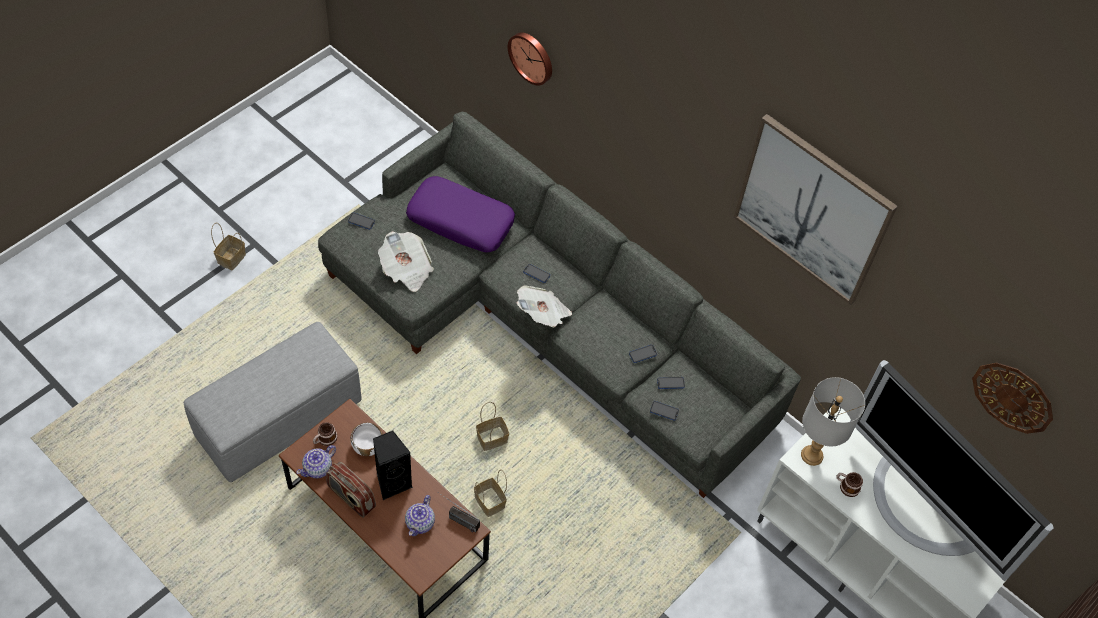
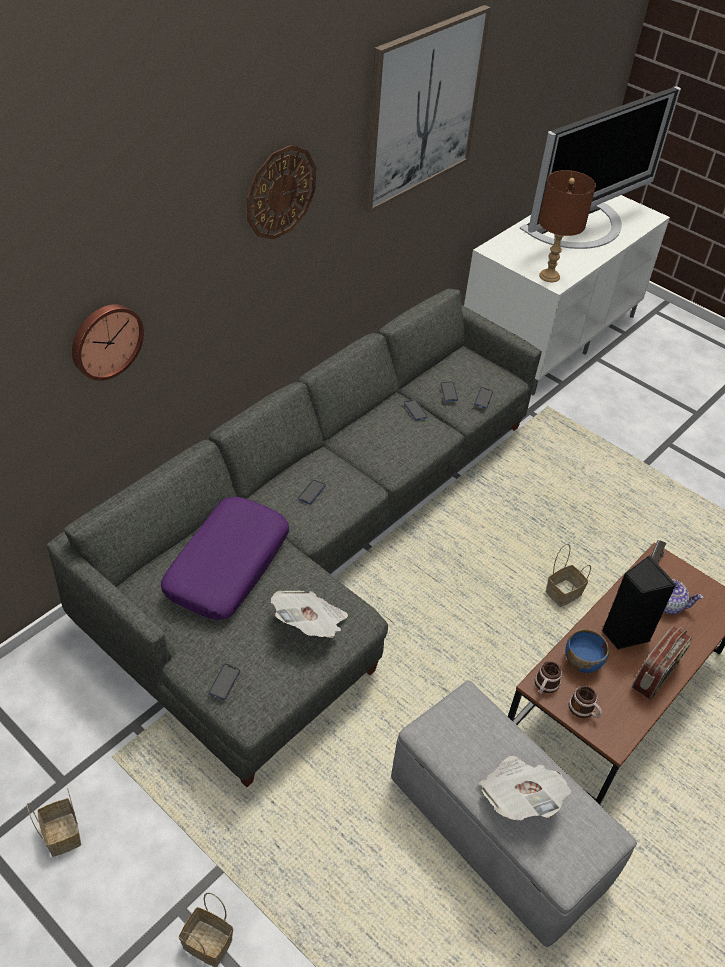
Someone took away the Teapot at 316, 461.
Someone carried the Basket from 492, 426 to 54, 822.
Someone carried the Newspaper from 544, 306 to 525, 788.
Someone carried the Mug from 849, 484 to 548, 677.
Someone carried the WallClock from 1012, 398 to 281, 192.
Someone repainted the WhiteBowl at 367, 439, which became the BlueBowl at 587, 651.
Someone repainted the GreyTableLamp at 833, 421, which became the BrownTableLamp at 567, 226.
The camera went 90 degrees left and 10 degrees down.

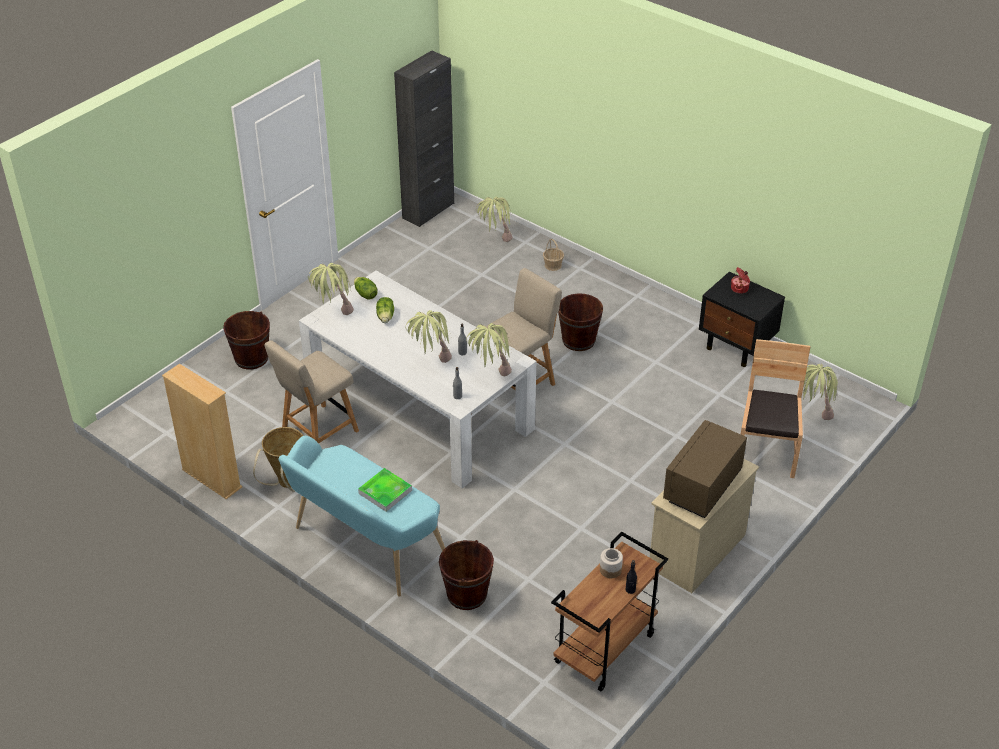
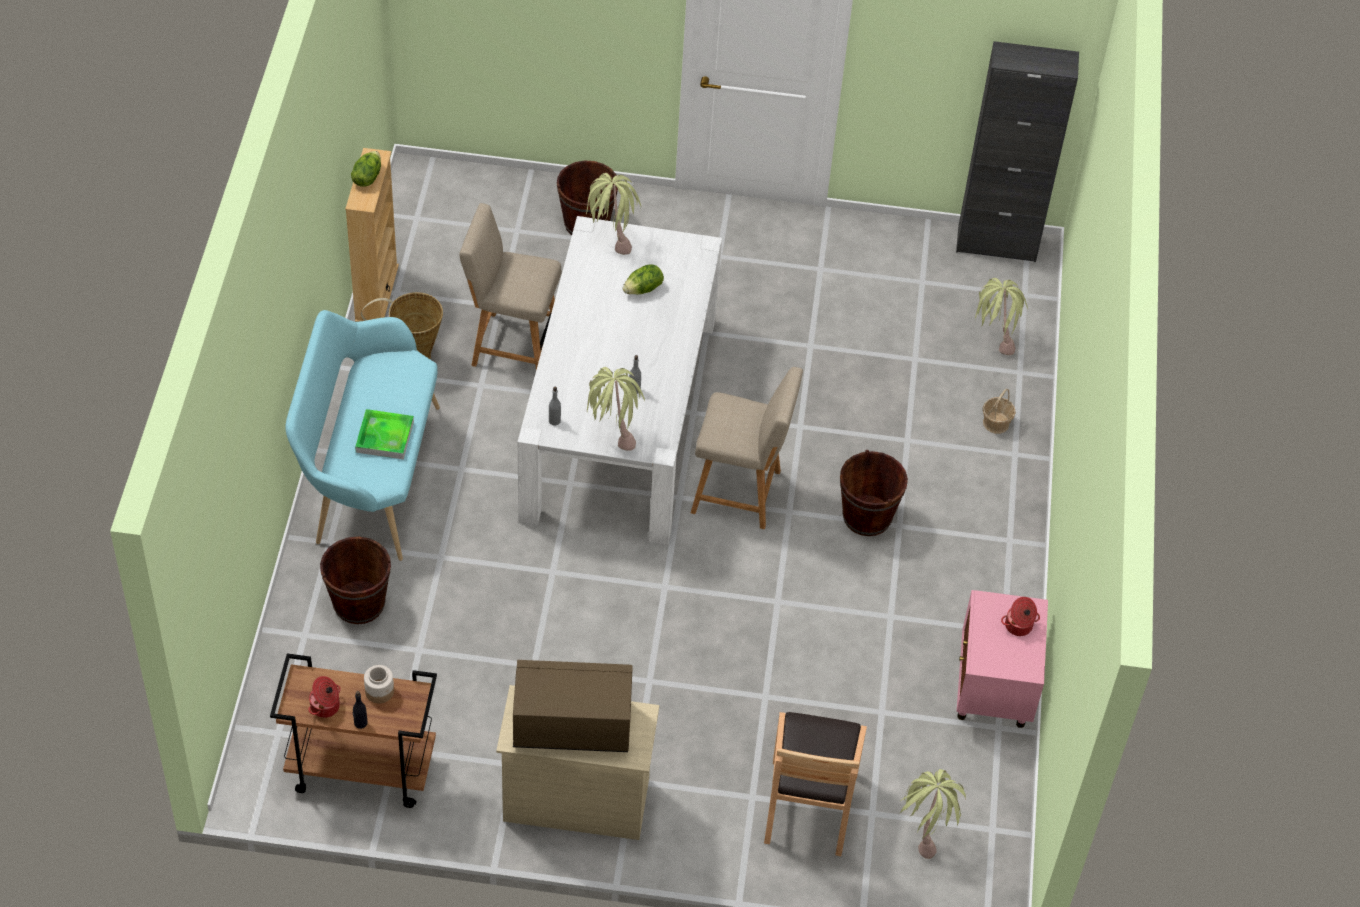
Someone took away the PottedPlant at 428, 336.
Someone put down the CookingPot at 324, 697.
Someone carried the Lettuce from 365, 288 to 366, 169.
Someone repainted the BlackNightstand at 742, 319, which became the PinkNightstand at 1002, 659.
Someone rotated the BrownChair at 775, 408 by 120 degrees clockwise.
The camera went 55 degrees right and 10 degrees up.

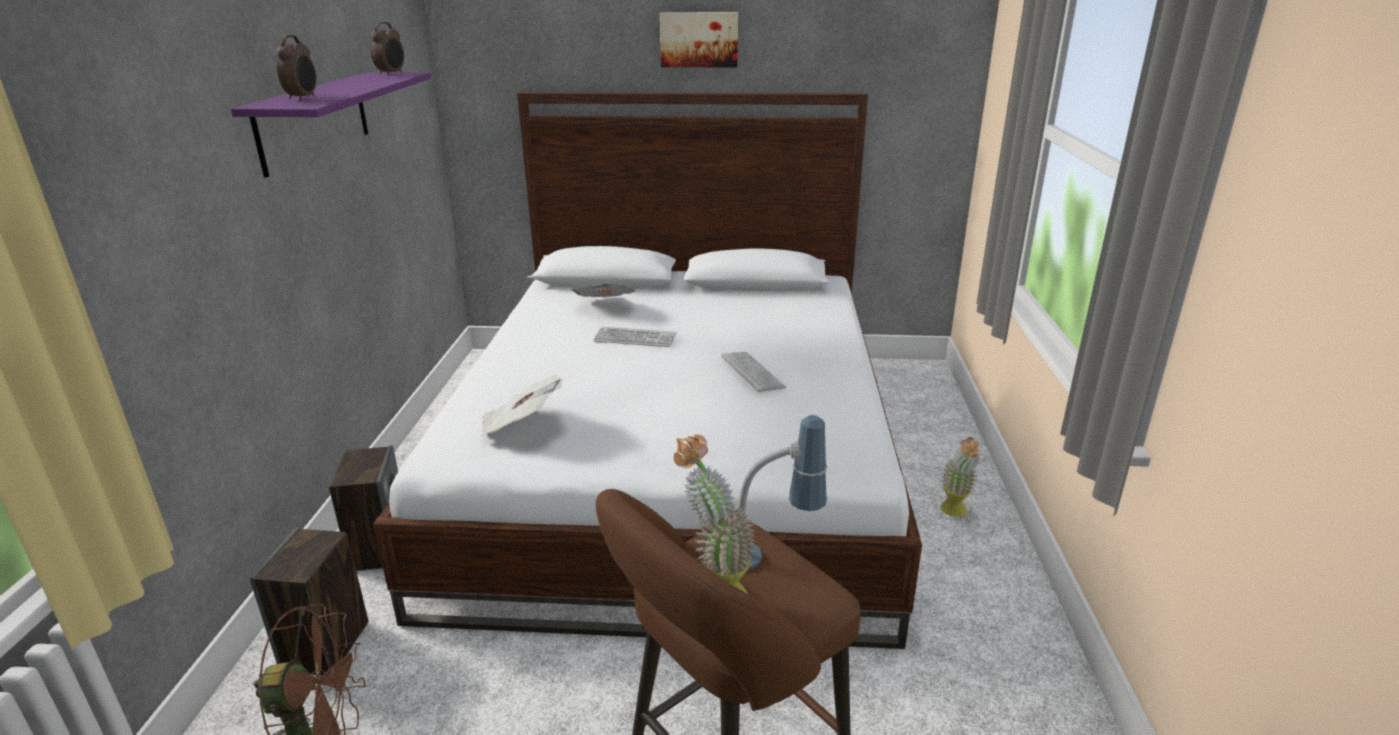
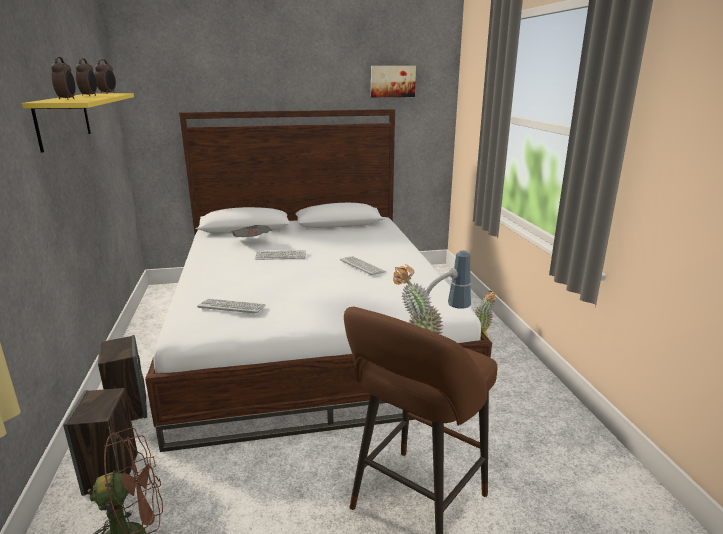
Someone put down the AlarmClock at 86, 77.
Someone carried the Picture from 699, 39 to 393, 81.
Someone swapped the Newspaper at 522, 405 for the Keyboard at 231, 306.
Someone repainted the PurpleShelf at 331, 124, which became the YellowShelf at 78, 123.
The camera went 15 degrees left and 5 degrees down.

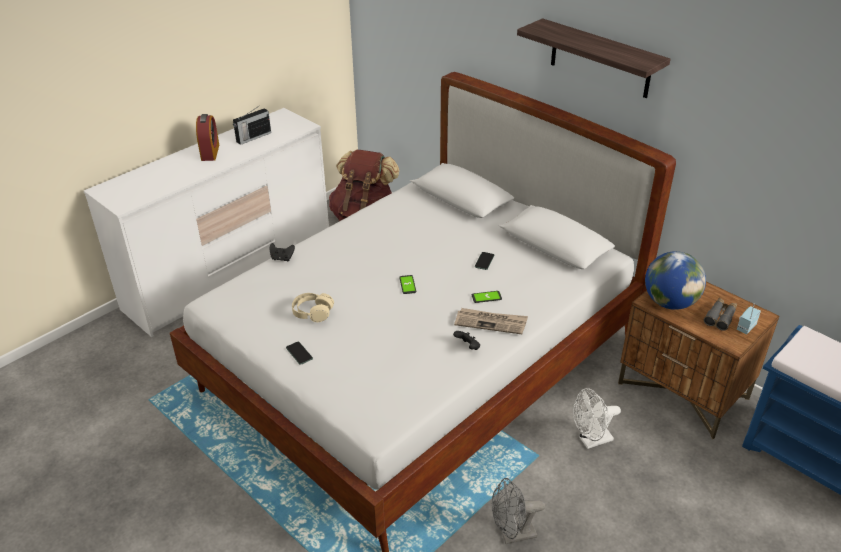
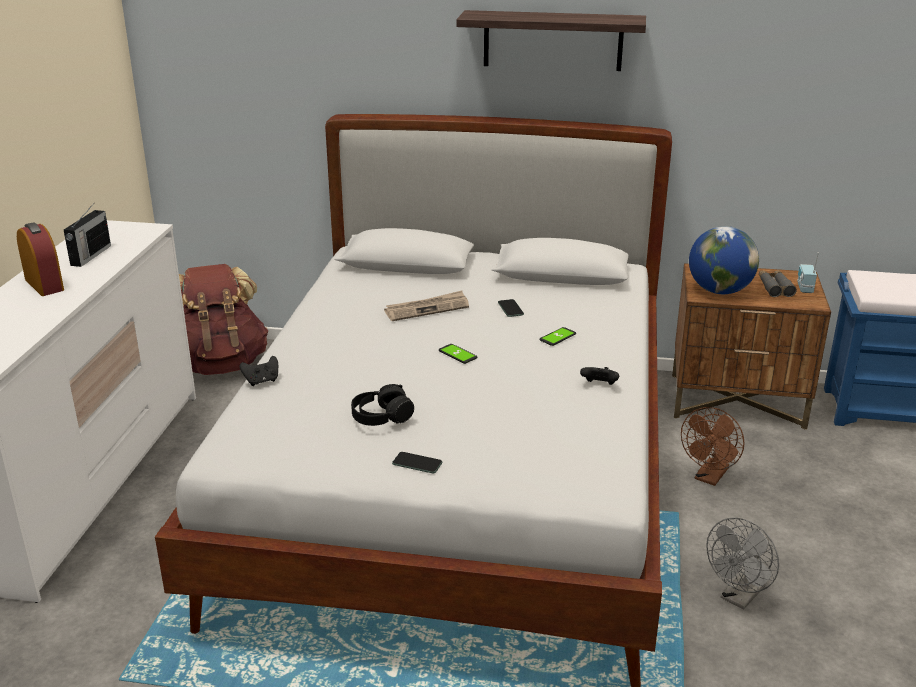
Someone carried the Newspaper from 491, 321 to 426, 305.
Someone repainted the BeigeHeadphones at 313, 307, which became the BlackHeadphones at 382, 405.
Someone repainted the WhiteFan at 597, 418, which became the BrownFan at 713, 446.
The camera went 35 degrees left and 10 degrees down.

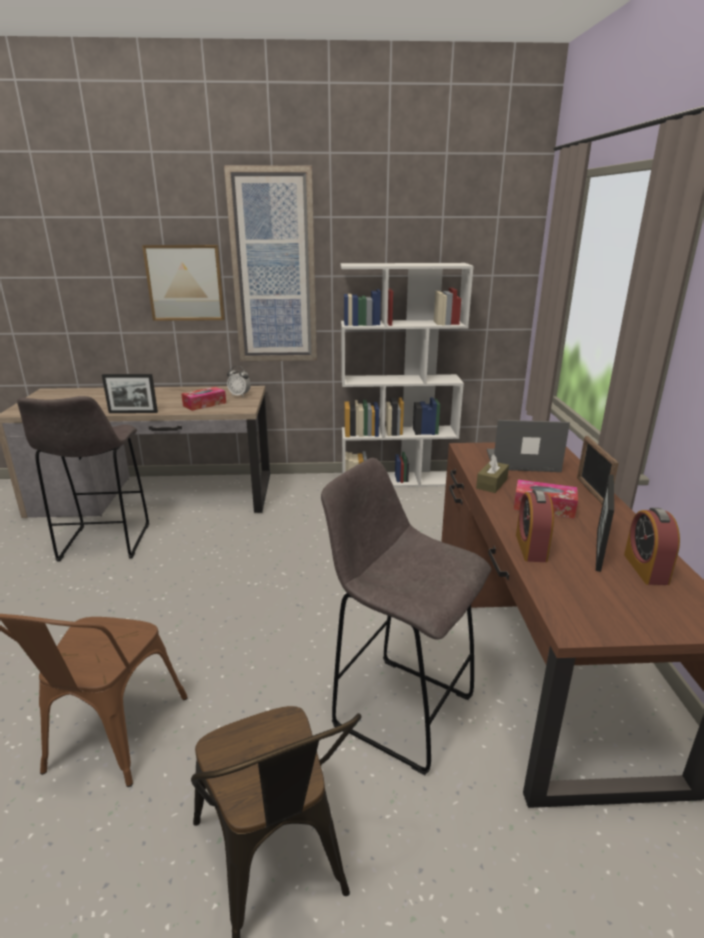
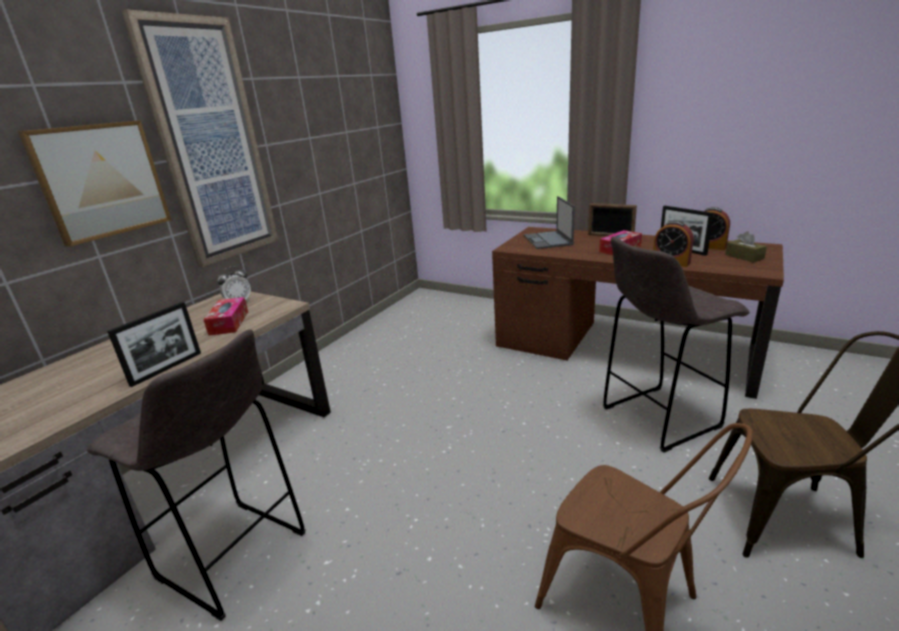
Someone took away the WhiteBookcase at 407, 375.
Someone carried the BrownTissueBox from 492, 473 to 746, 246.
Someone rotated the Laptop at 528, 446 by 45 degrees counterclockwise.
The camera went 55 degrees left and 0 degrees up.

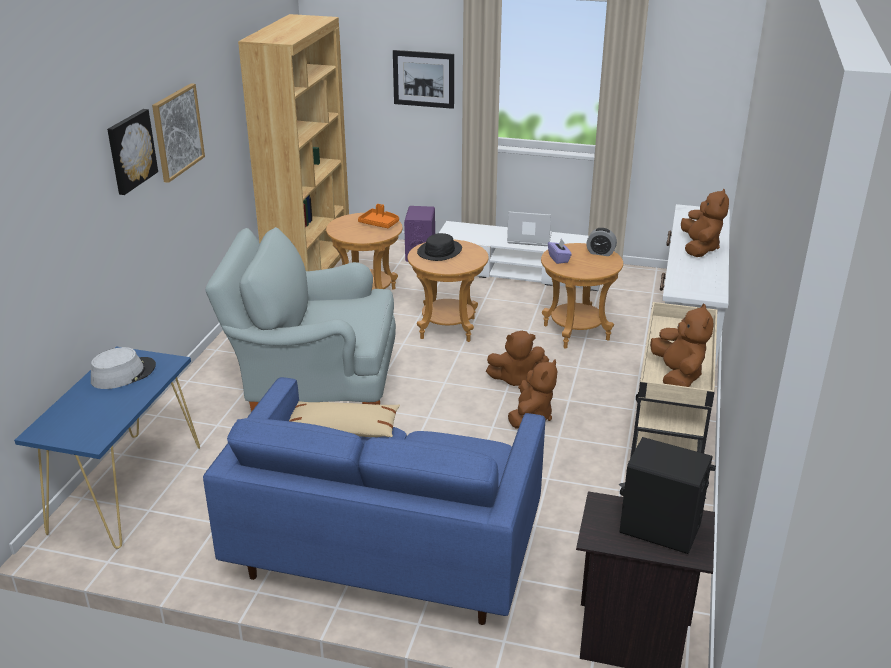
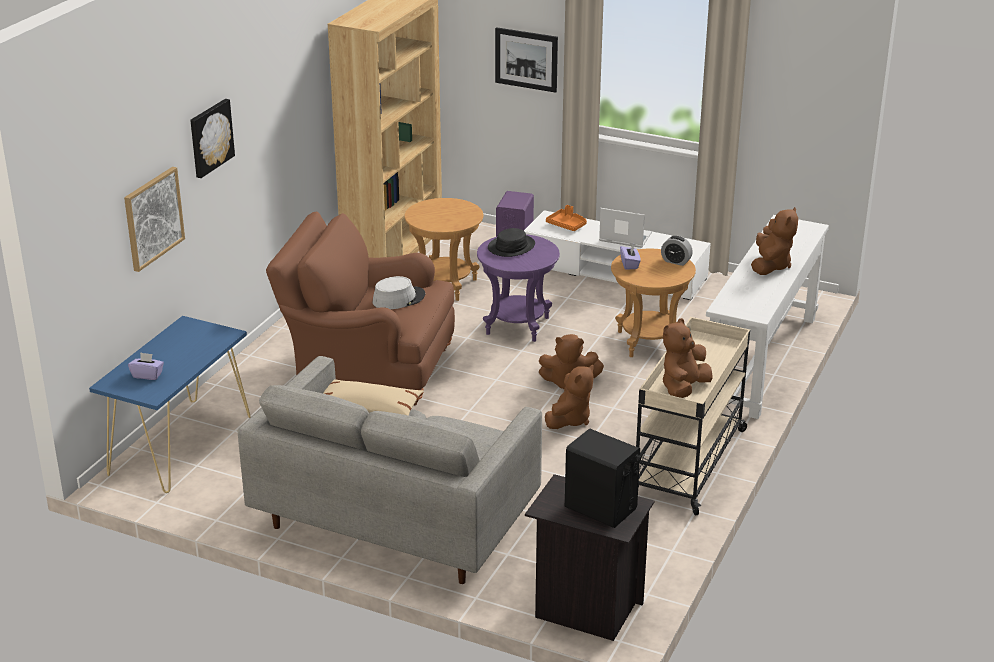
Someone put down the PurpleTissueBox at 146, 366.
Someone carried the GreyHat from 123, 368 to 399, 292.
Someone carried the Picture from 178, 133 to 154, 219.
Someone carried the OrangeTray from 378, 216 to 566, 218.
Someone repainted the BlueSofa at 374, 501, which became the GreySofa at 390, 470.
Someone repainted the GreyArmchair at 300, 319, which became the BrownArmchair at 360, 309.
Someone repainted the BrownSideTable at 448, 290, which became the PurpleSideTable at 518, 288.
Someone rotated the BrownPlushToy at 682, 345 by 150 degrees counterclockwise.
The camera went 10 degrees right and 0 degrees up.

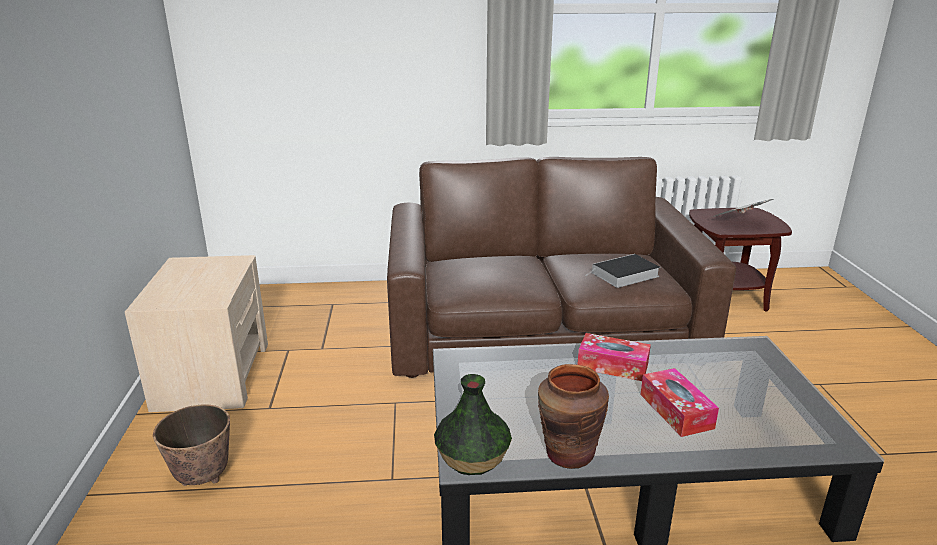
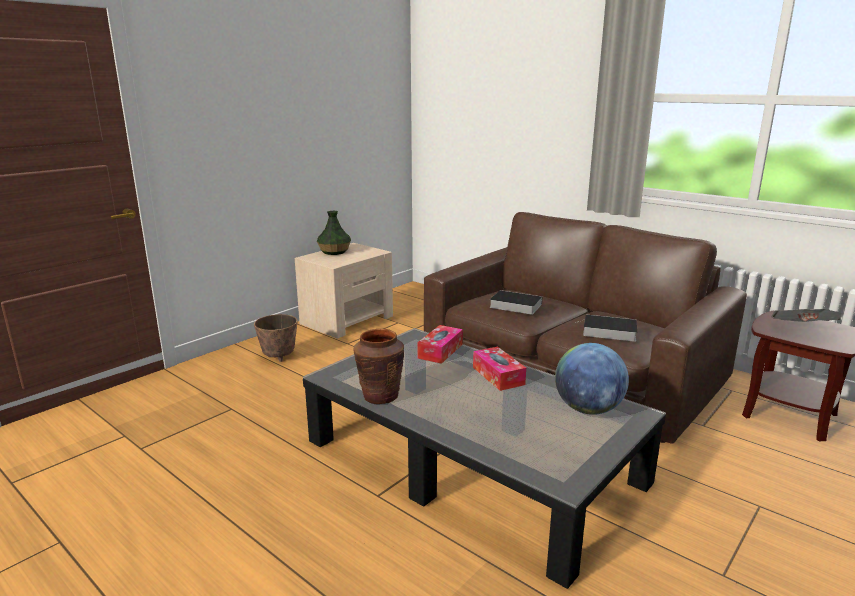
Someone put down the Book at 515, 302.
Someone put down the Globe at 592, 379.
Someone carried the Vase from 473, 424 to 334, 233.
Someone carried the TissueBox from 679, 402 to 440, 344.
The camera went 45 degrees right and 5 degrees down.

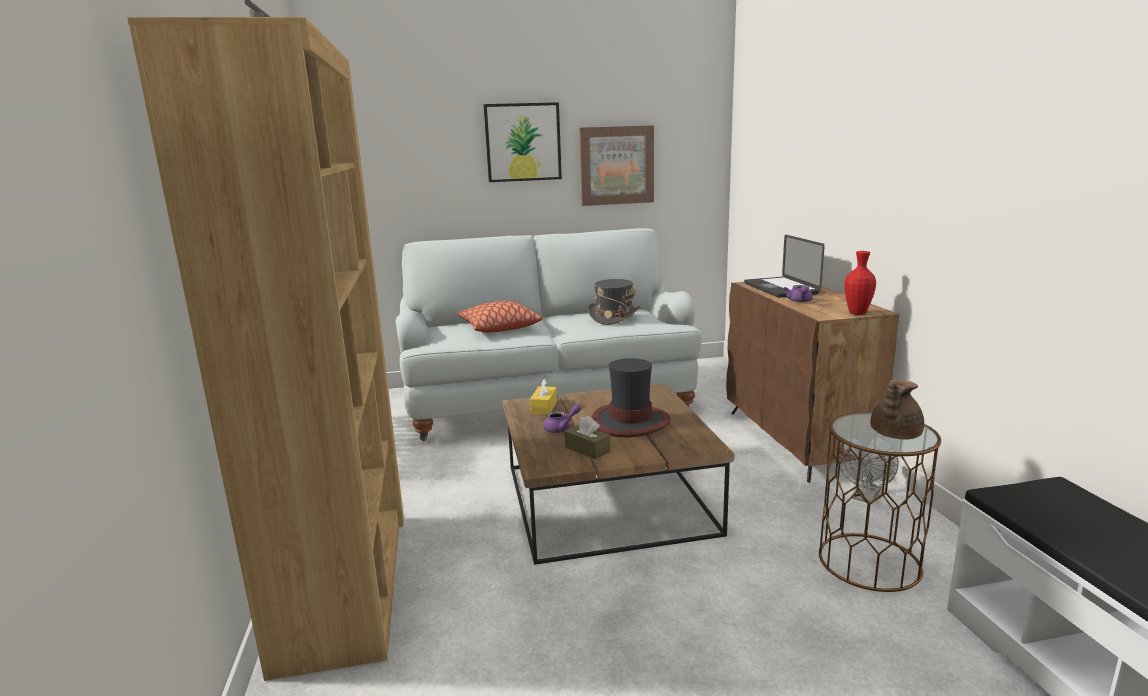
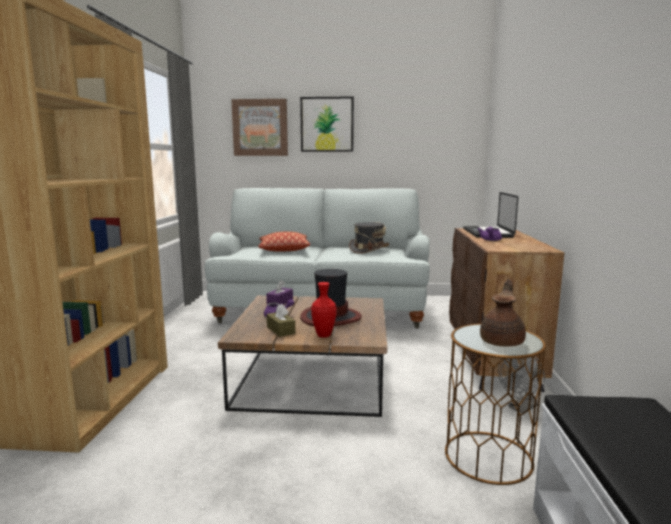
Someone carried the Picture from 616, 165 to 259, 127.
Someone carried the RedVase from 860, 283 to 324, 310.
Someone repainted the YellowTissueBox at 543, 396, which became the PurpleTissueBox at 279, 292.
Someone rotated the BrownTeapot at 897, 409 by 150 degrees clockwise.
The camera went 15 degrees right and 5 degrees down.

